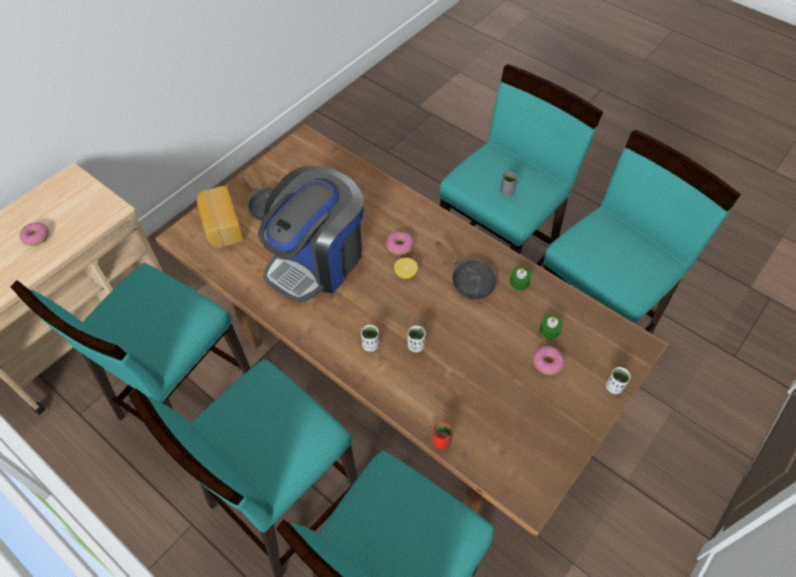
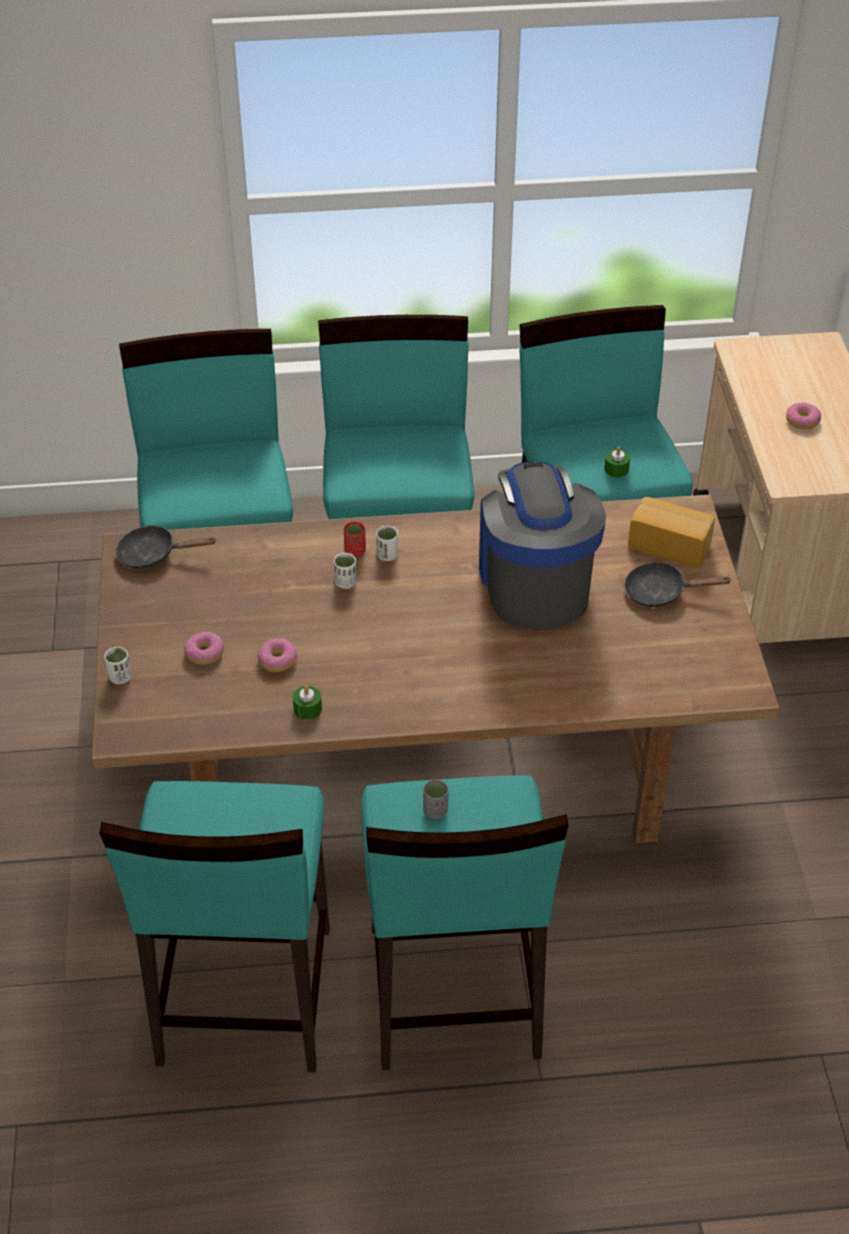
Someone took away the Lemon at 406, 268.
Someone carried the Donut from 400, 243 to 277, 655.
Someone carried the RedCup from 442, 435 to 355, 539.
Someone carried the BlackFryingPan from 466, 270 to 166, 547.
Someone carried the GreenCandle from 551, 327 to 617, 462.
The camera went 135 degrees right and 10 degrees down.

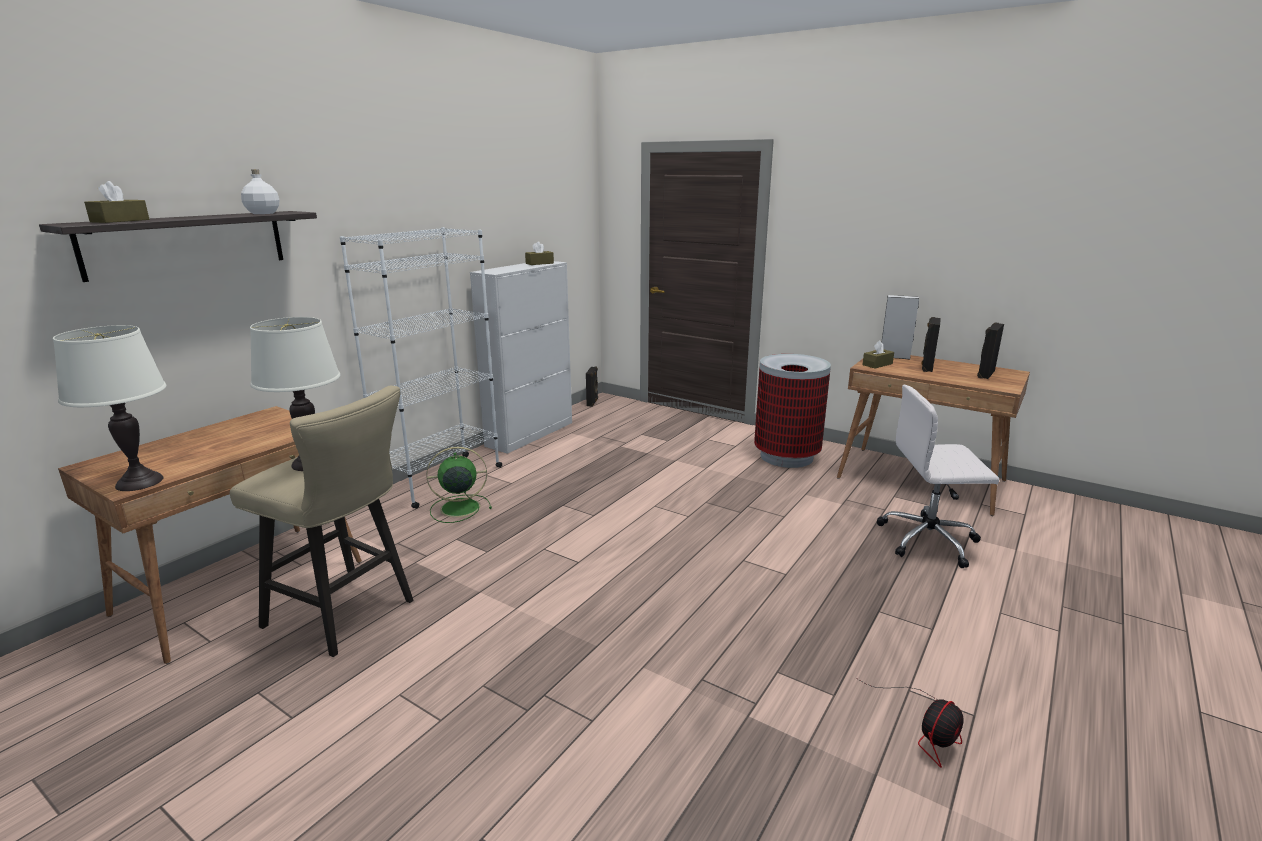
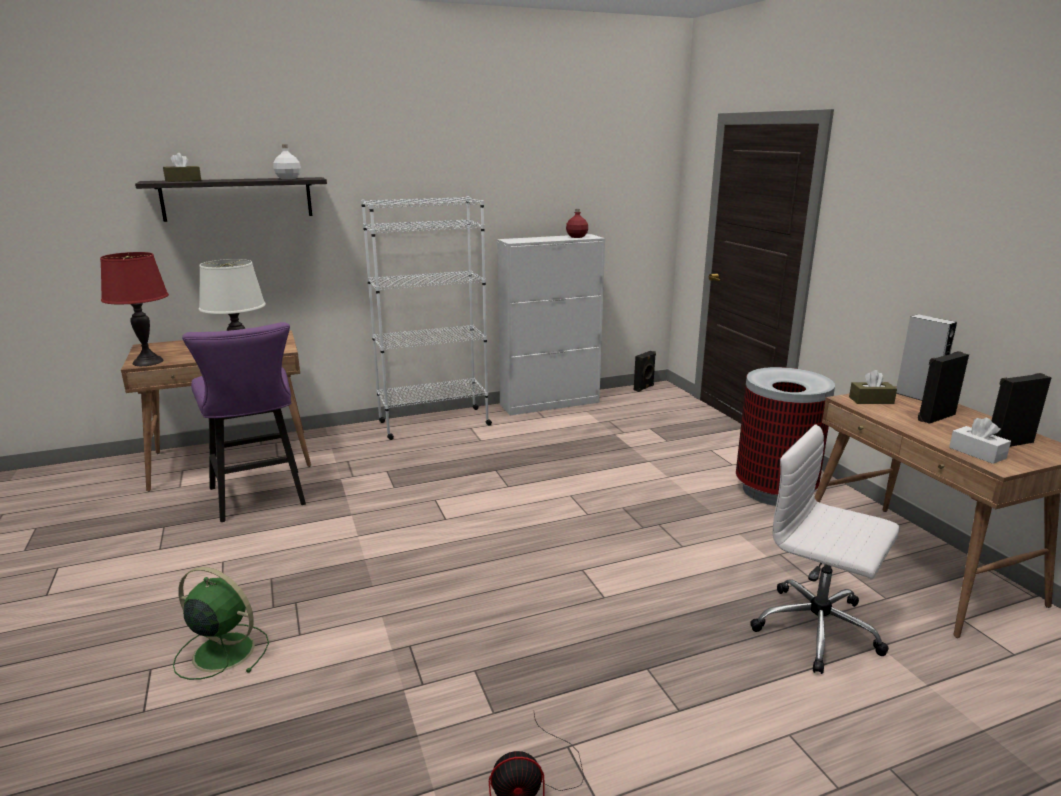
Someone put down the WhiteTissueBox at 980, 440.
Someone carried the GreenFan from 459, 485 to 221, 623.
Someone swapped the BrownTissueBox at 539, 253 for the RedBottle at 577, 223.
Someone repainted the WhiteTableLamp at 110, 408, which became the RedTableLamp at 134, 309.
Someone repainted the BeigeStool at 321, 521, which became the PurpleStool at 244, 422.
The camera went 35 degrees right and 0 degrees up.

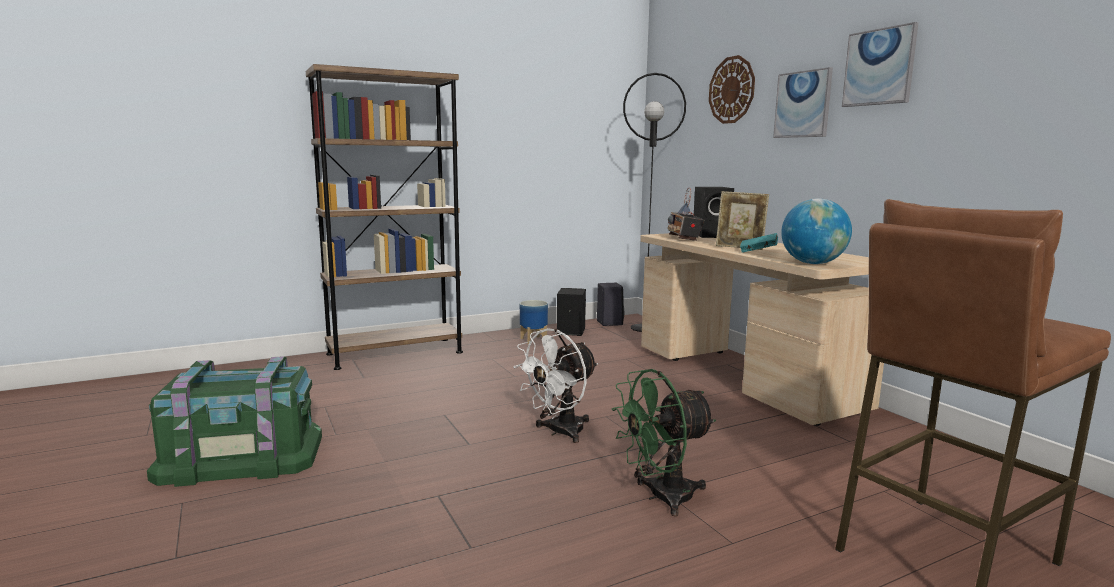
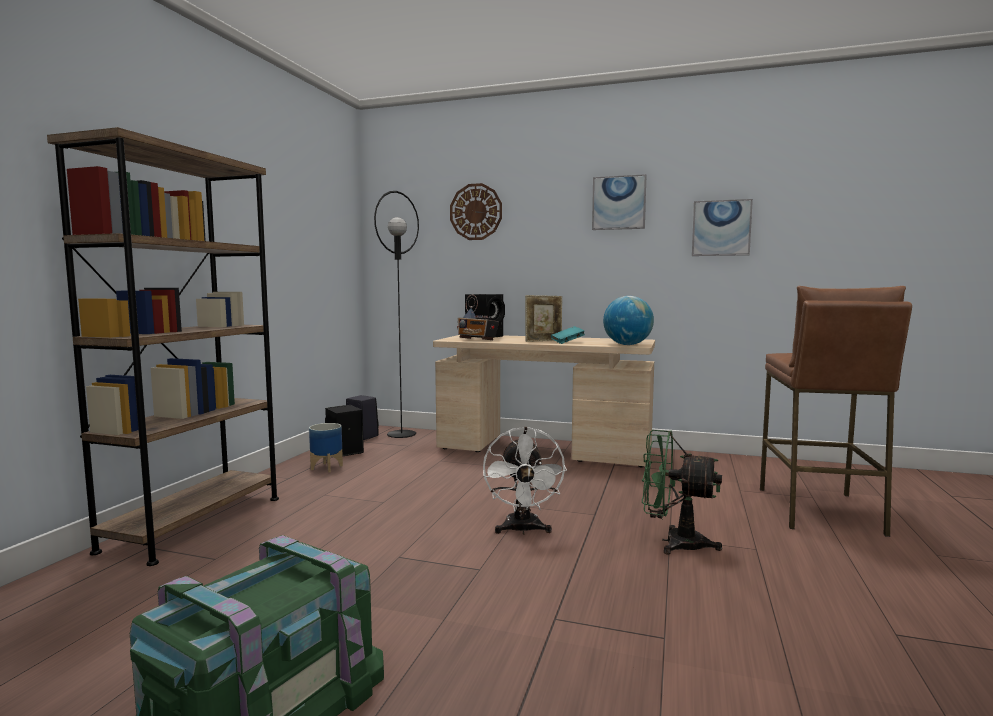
Someone carried the Picture from 803, 102 to 722, 227.
Someone rotated the GreenFan at 663, 443 by 90 degrees clockwise.
The camera went 45 degrees left and 5 degrees down.

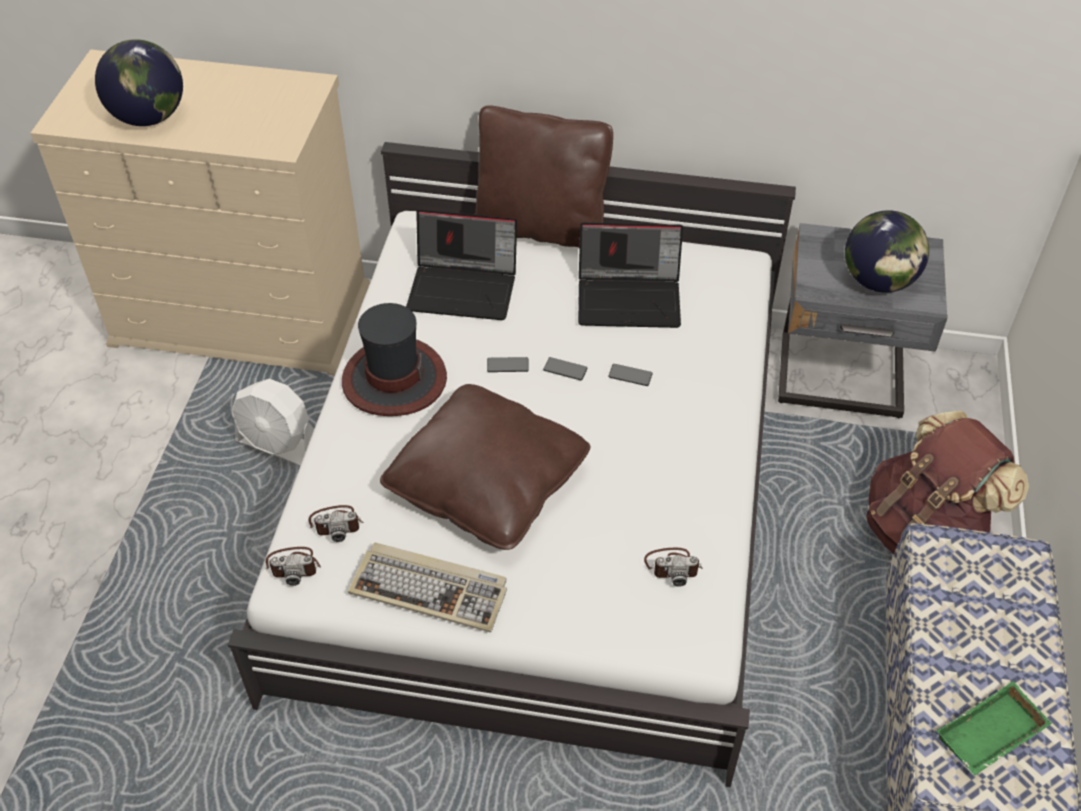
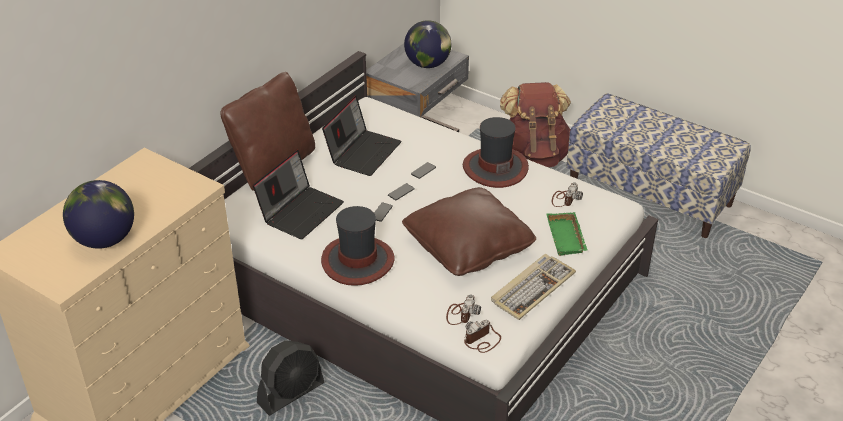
Someone put down the Hat at 496, 152.
Someone carried the GreenTray from 994, 728 to 567, 234.
Someone repainted the WhiteFan at 273, 422, which became the BlackFan at 291, 378.
Someone rotated the PhotoCamera at 293, 566 by 150 degrees counterclockwise.
The camera went 65 degrees left and 10 degrees down.

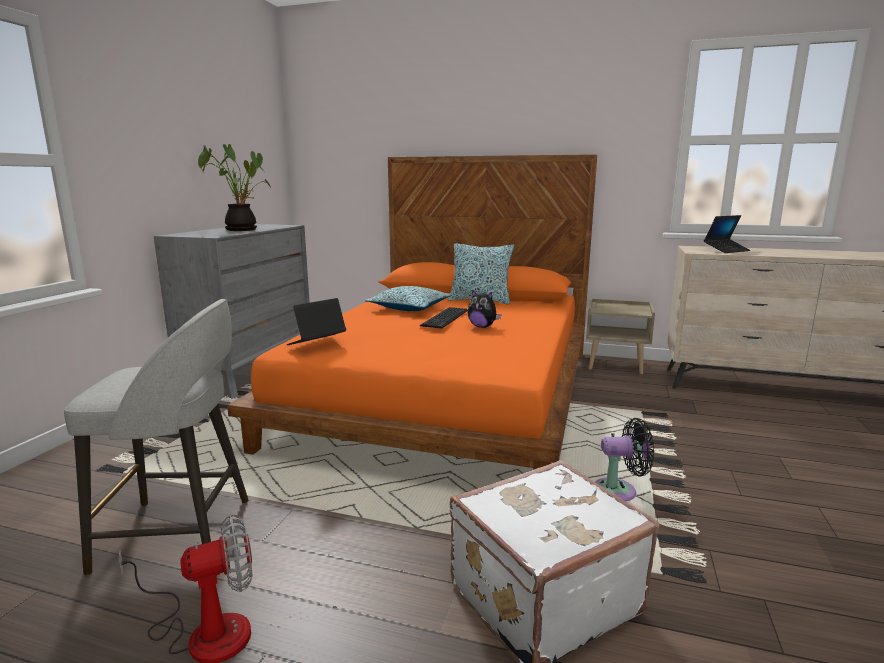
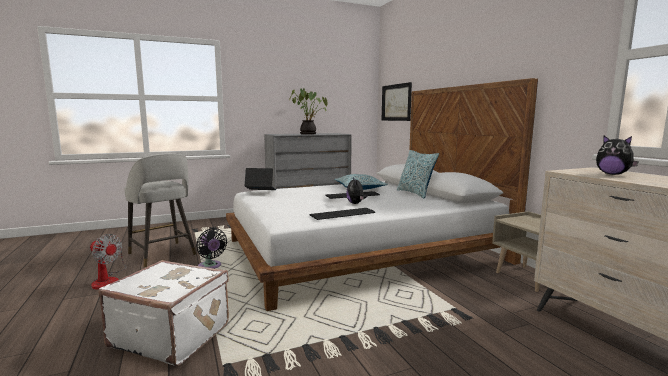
Someone put down the Keyboard at 342, 214.
Someone put up the Picture at 397, 101.
Someone carried the BlackFan from 624, 459 to 211, 248.
Someone swapped the Laptop at 727, 234 for the PlushToy at 617, 155.
Someone repainted the OrangeBed at 412, 312, which became the WhiteBed at 382, 194.
The camera went 50 degrees right and 5 degrees down.

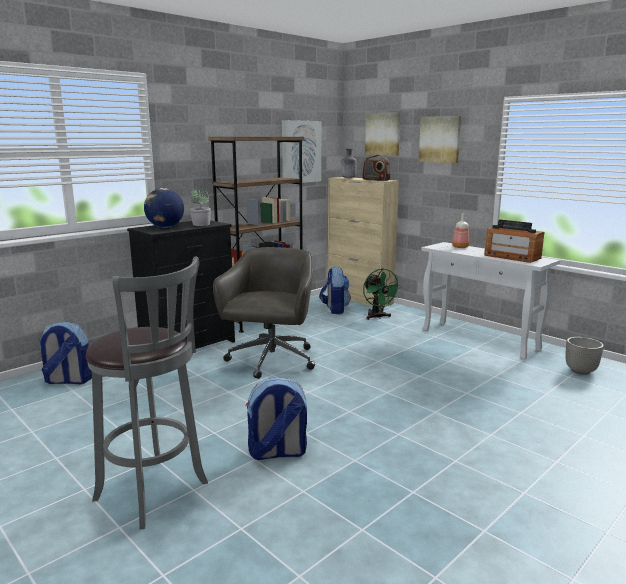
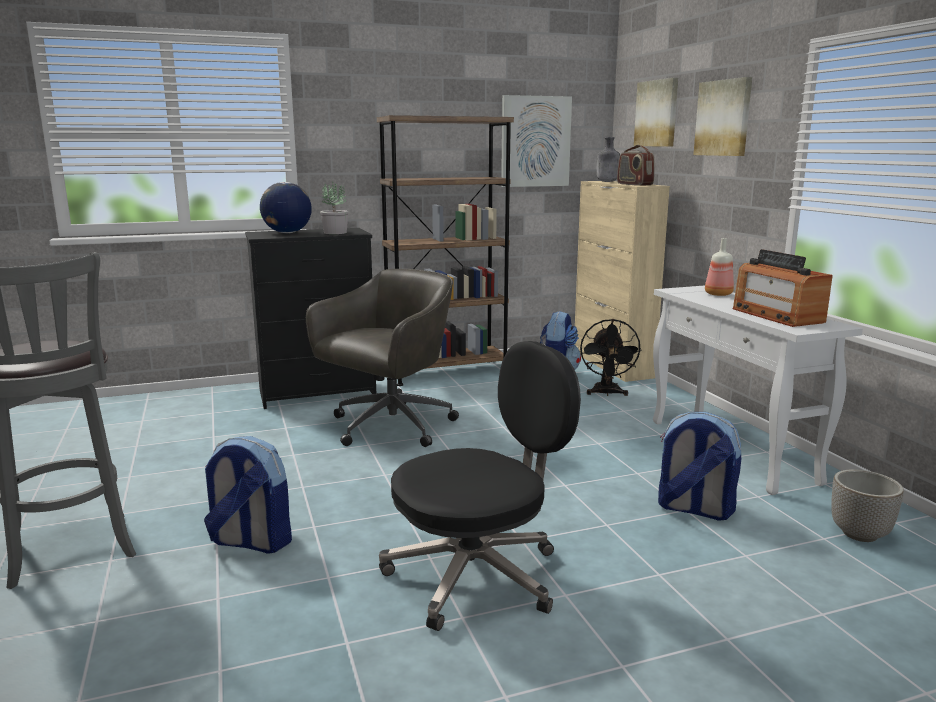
Someone put down the BlackOfficeChair at 480, 486.
Someone carried the Backpack from 65, 352 to 699, 466.
Someone repainted the GreenFan at 382, 294, which became the BlackFan at 611, 357.
The camera went 25 degrees right and 0 degrees up.

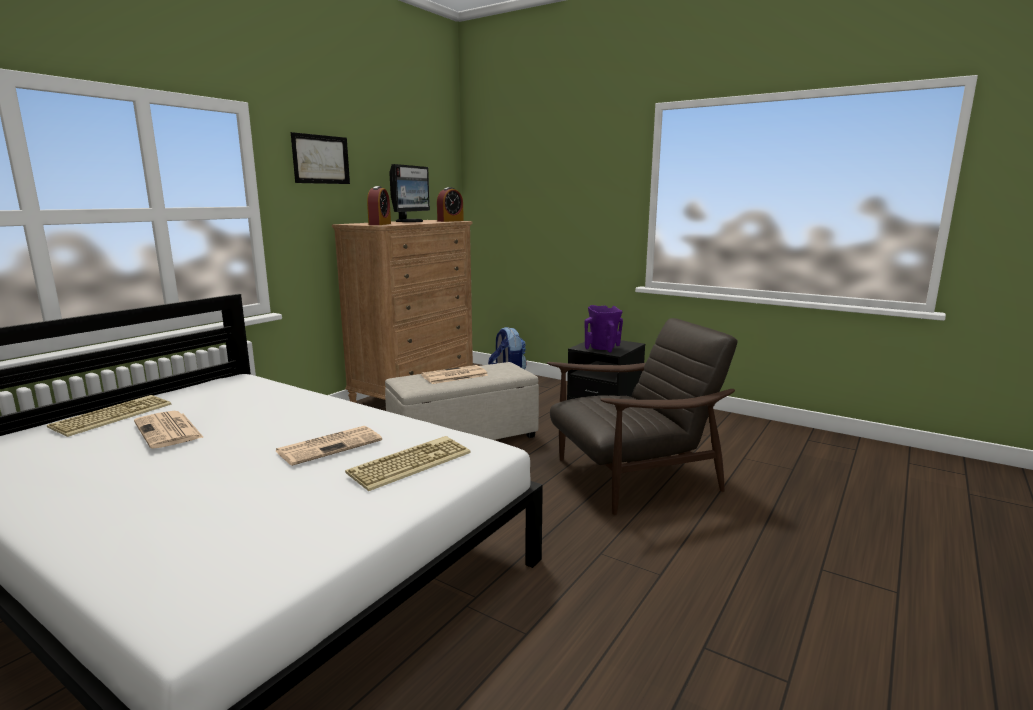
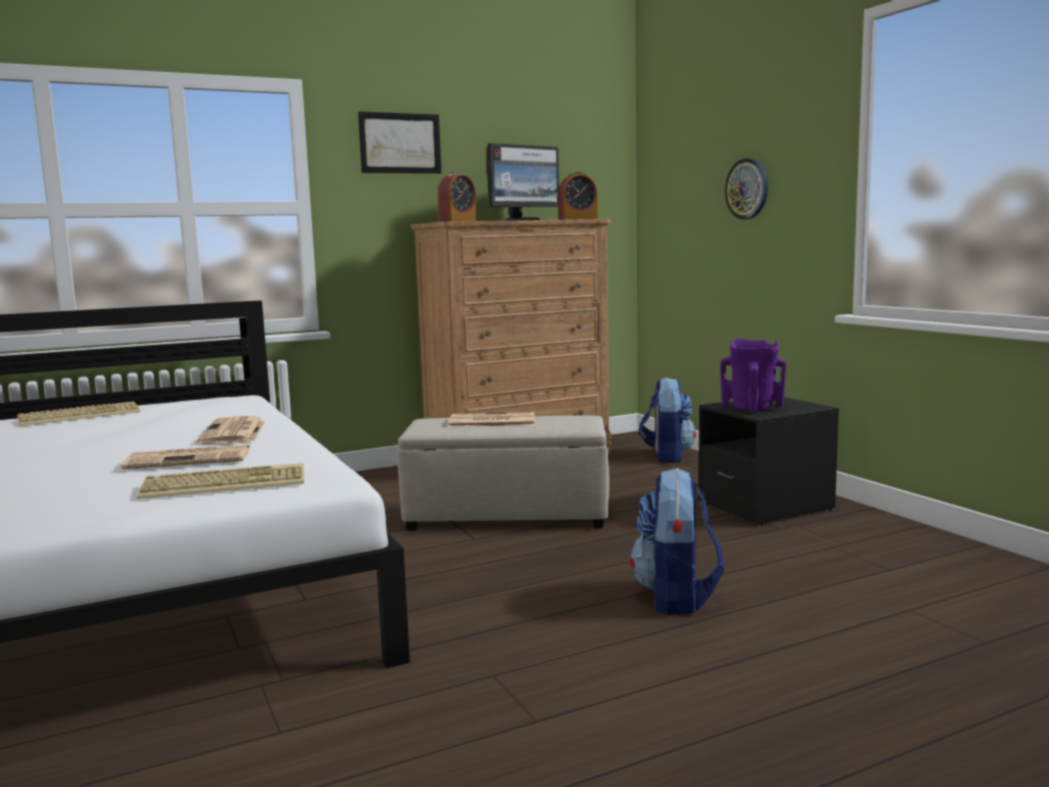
Someone put up the WallClock at 746, 188.
Someone carried the Newspaper from 169, 430 to 231, 430.
Someone swapped the BrownArmchair at 642, 416 for the Backpack at 677, 541.
The camera went 30 degrees right and 5 degrees down.

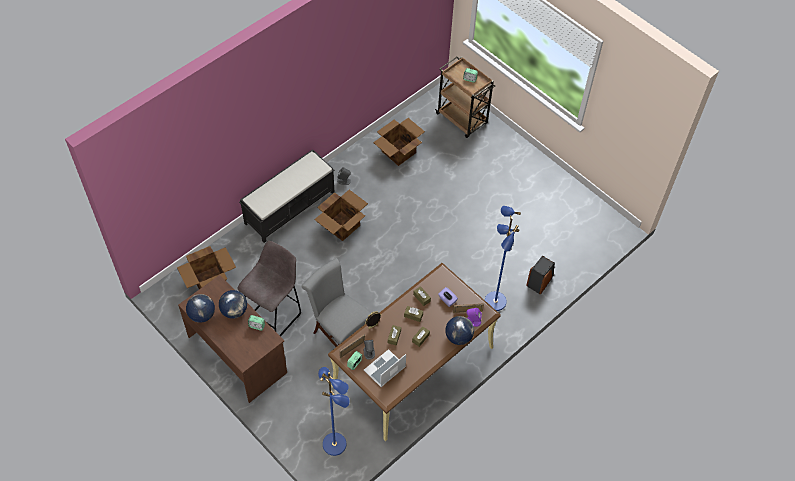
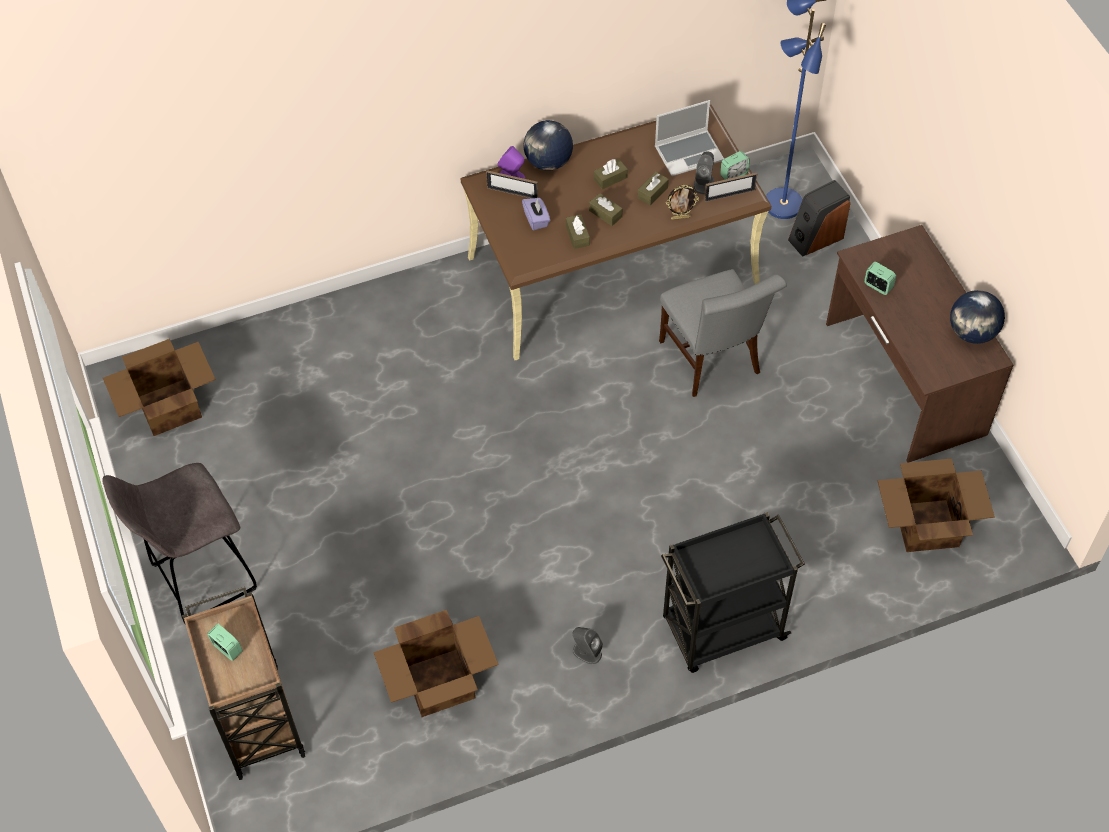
Someone took away the Globe at 233, 304.
Someone took away the BlueFloorLamp at 503, 258.
Someone carried the GreyStool from 269, 288 to 179, 543.
Someone carried the CardboardBox from 341, 215 to 159, 387.
Someone carried the Speaker from 540, 275 to 819, 218.
Someone swapped the BlackBench at 287, 196 for the BlackCart at 733, 592.
The camera went 155 degrees left and 0 degrees up.

